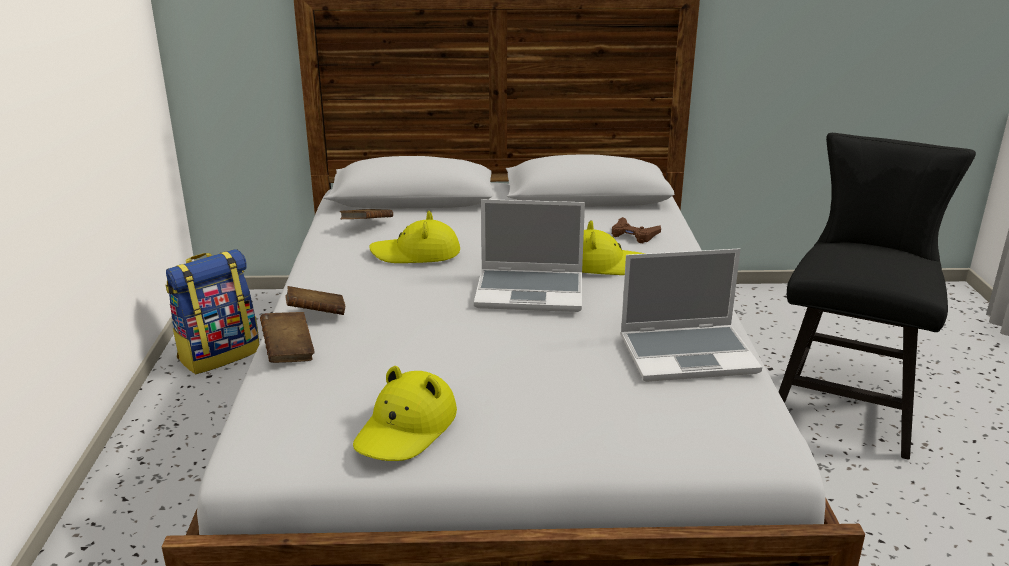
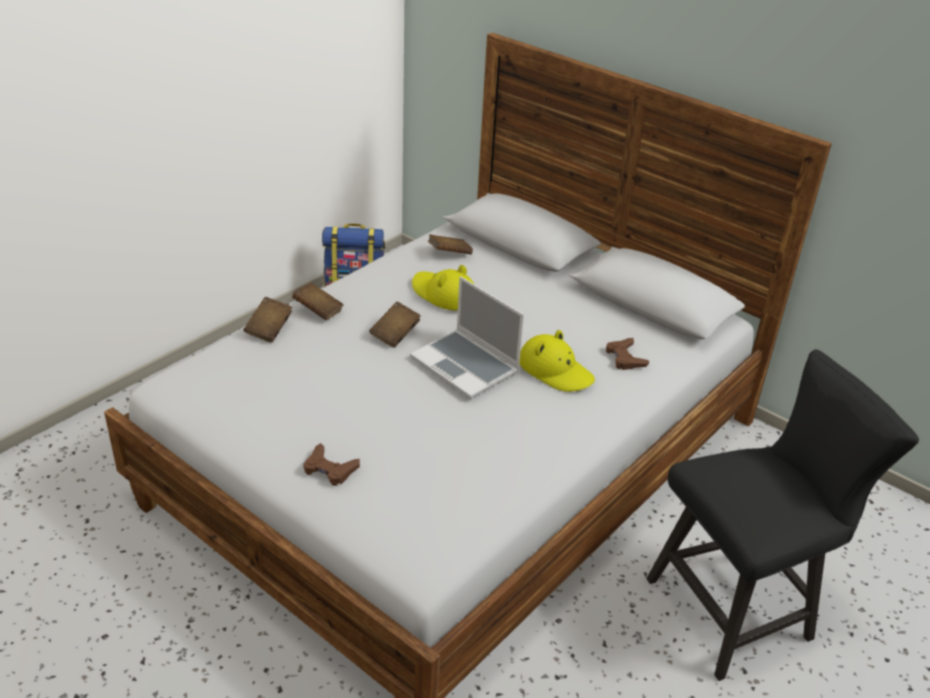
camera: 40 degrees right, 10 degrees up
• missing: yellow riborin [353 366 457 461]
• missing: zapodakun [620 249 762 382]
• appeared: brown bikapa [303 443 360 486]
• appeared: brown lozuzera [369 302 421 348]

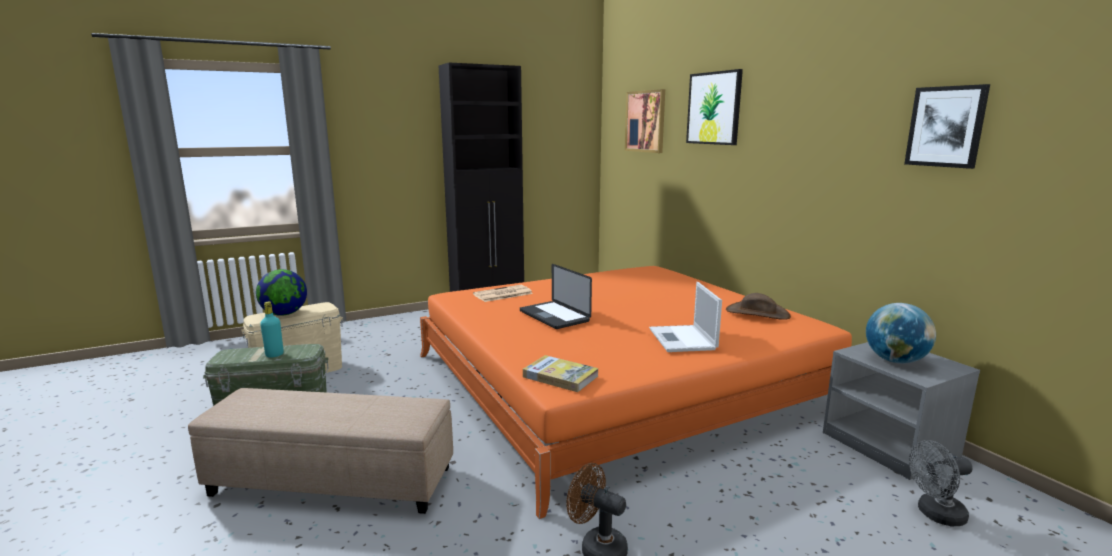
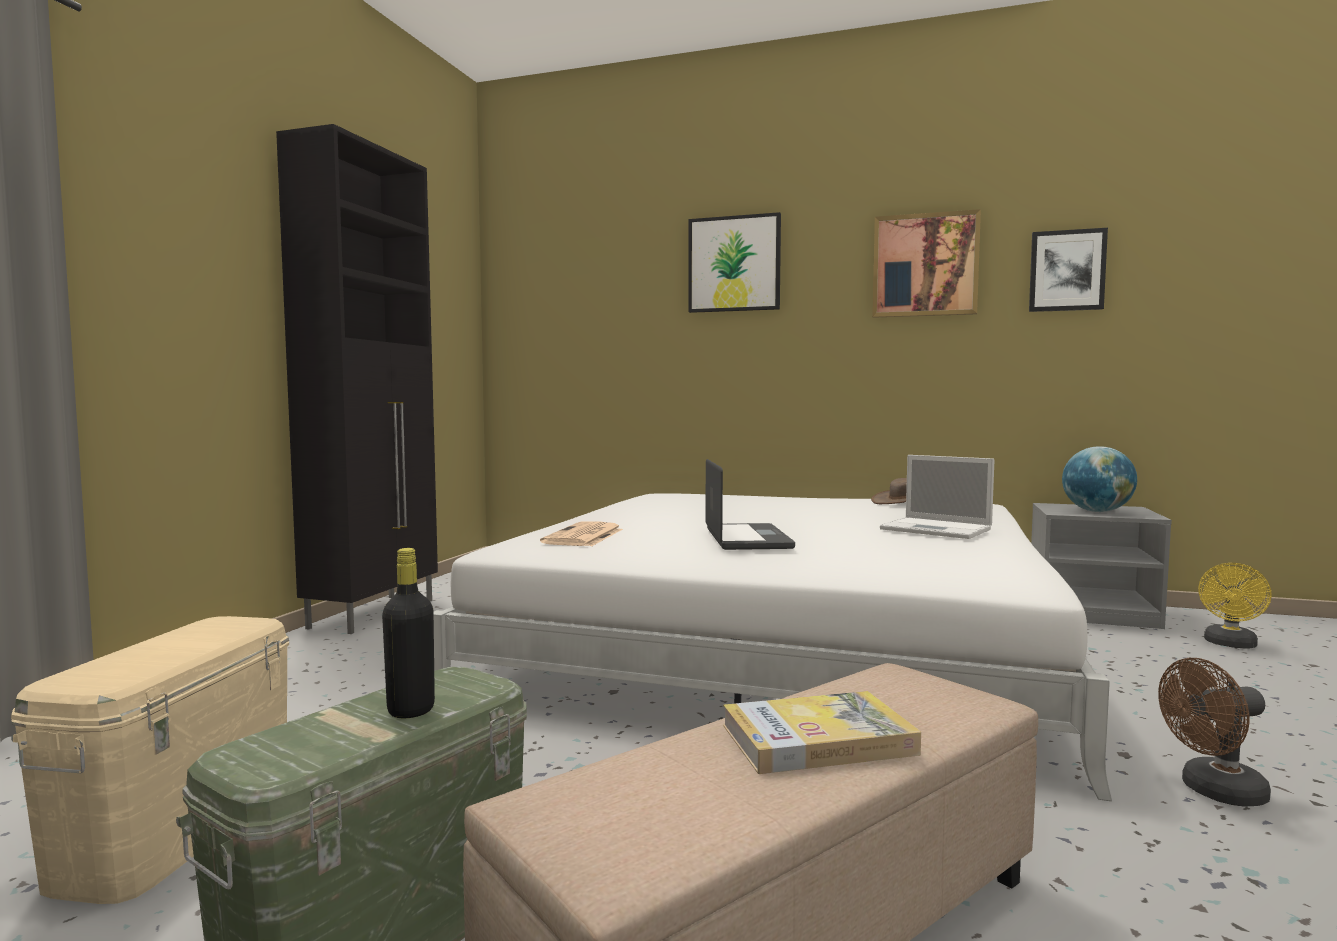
camera: 45 degrees left, 10 degrees down
• missing: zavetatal [256 269 307 316]
• relocated: lozuzera [523 355 599 392] to [723 691 921 774]
• relocated: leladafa [625 89 665 153] to [872 209 981 318]
• colour: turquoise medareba [260 302 284 358] to black medareba [382 548 435 718]
• colour: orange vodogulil [420 266 852 519] to white vodogulil [434 493 1112 801]
• colour: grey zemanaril [909 440 973 526] to yellow zemanaril [1198 563 1272 648]
• spun: zapodakun [520 264 592 329] = [705 459 795 550] 105 degrees counterclockwise

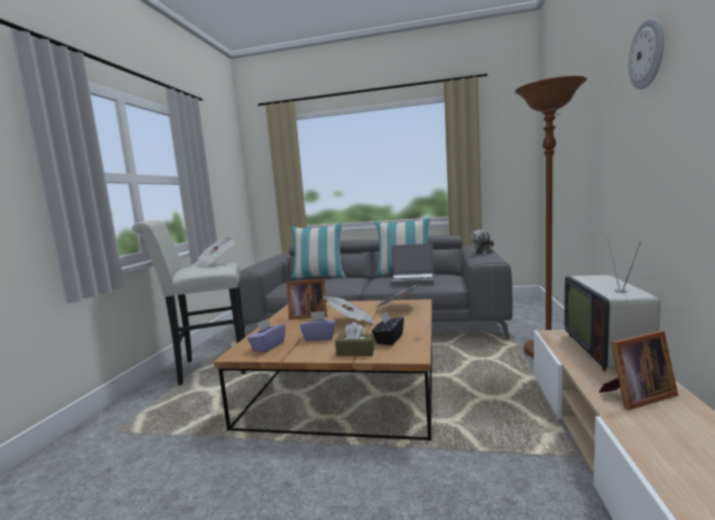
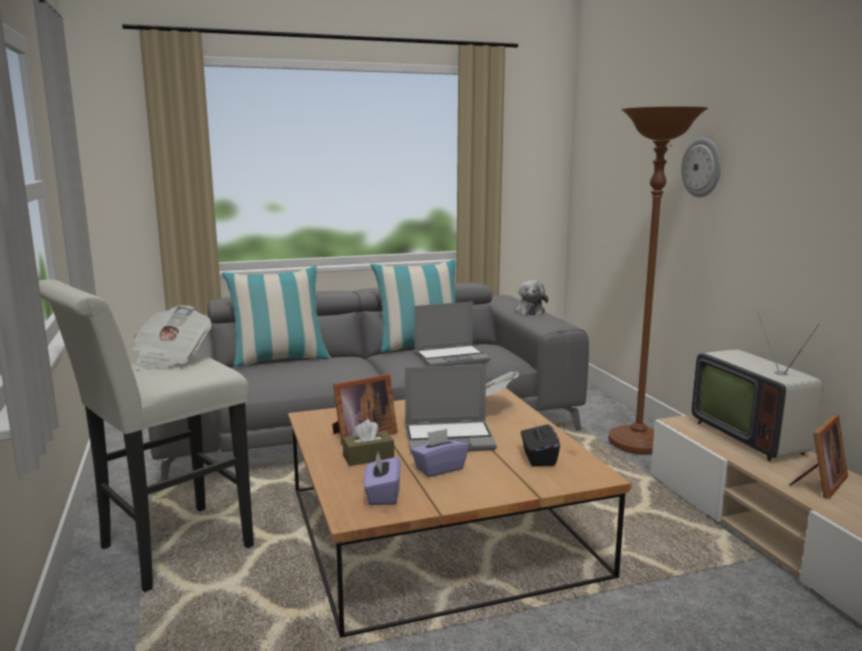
camera: 30 degrees left, 5 degrees up
• relocated: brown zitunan [335 322 375 356] to [343 419 394 466]
• relocated: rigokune [629 18 664 89] to [681 137 721 197]
• exchanged: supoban [323 296 376 323] to zapodakun [405 365 497 452]

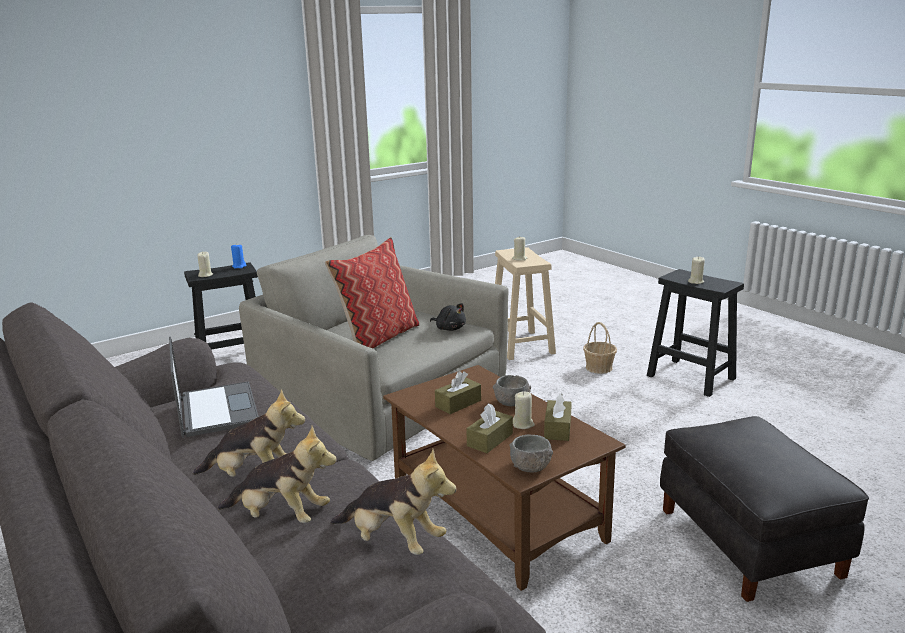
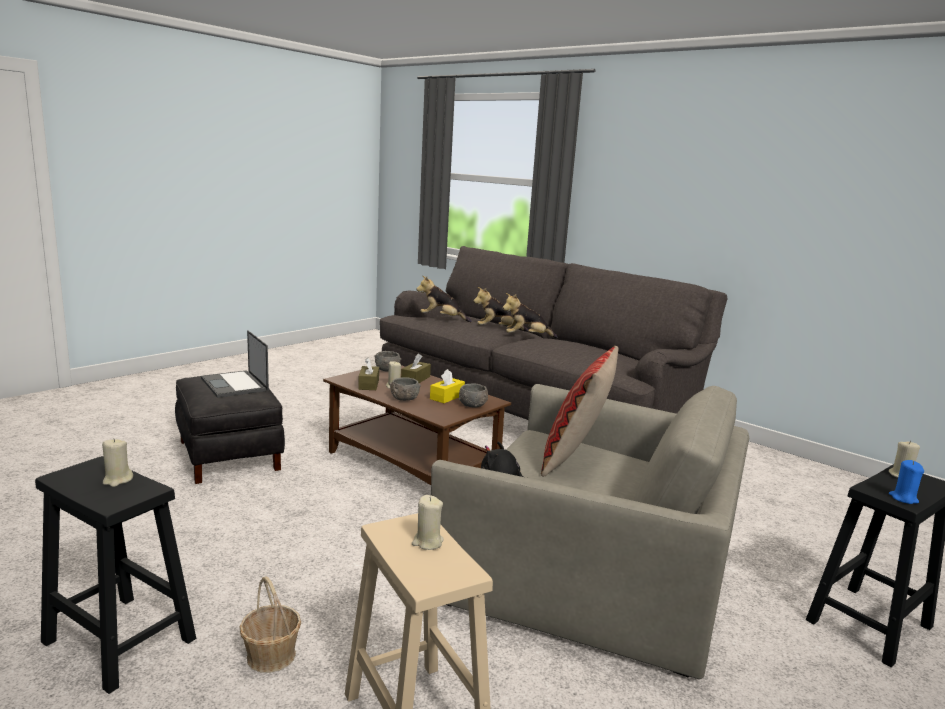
camera: 165 degrees right, 5 degrees down
• appeared: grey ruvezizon [459 384 488 408]
• relocated: zapodakun [169 337 259 438] to [201 330 269 398]
• colour: brown zitunan [435 371 481 414] to yellow zitunan [430 369 465 403]

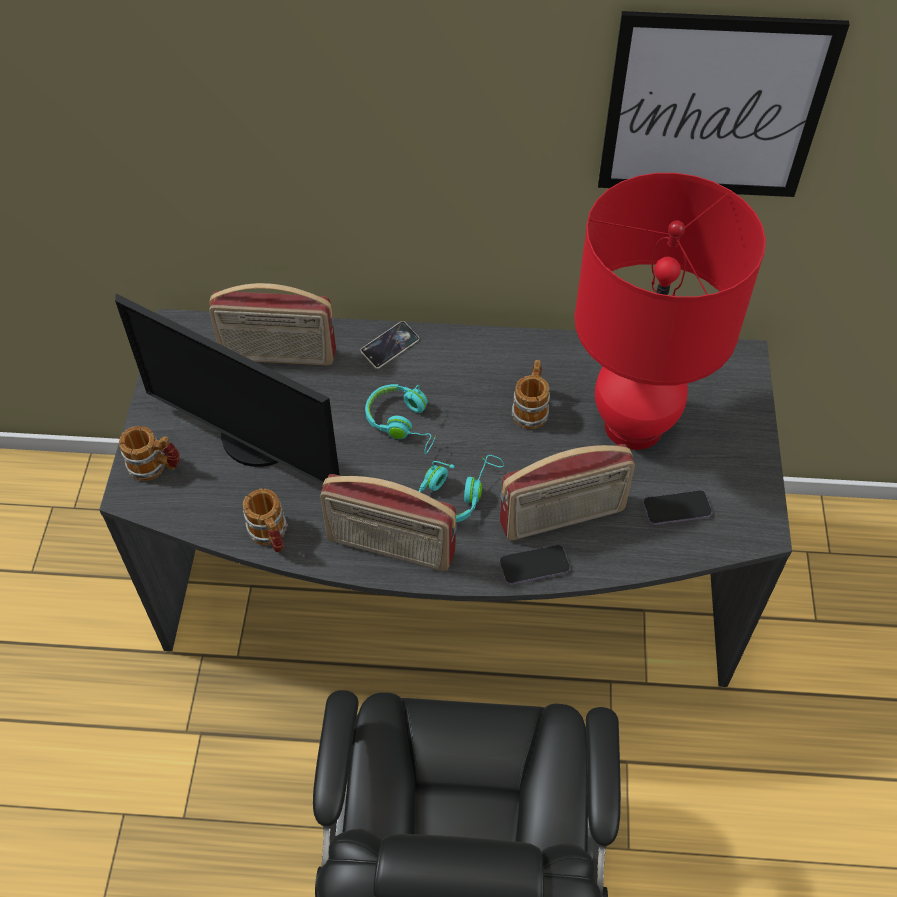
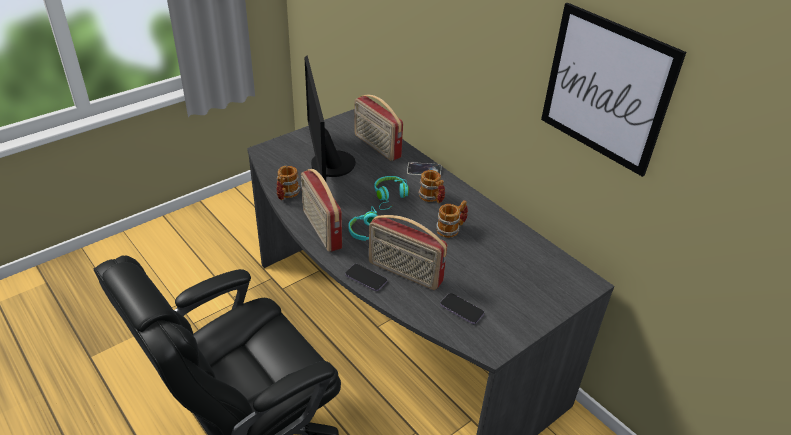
camera: 45 degrees right, 15 degrees down
• missing: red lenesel [574 173 766 450]
• relocated: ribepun [119 426 180 481] to [418 170 445 204]

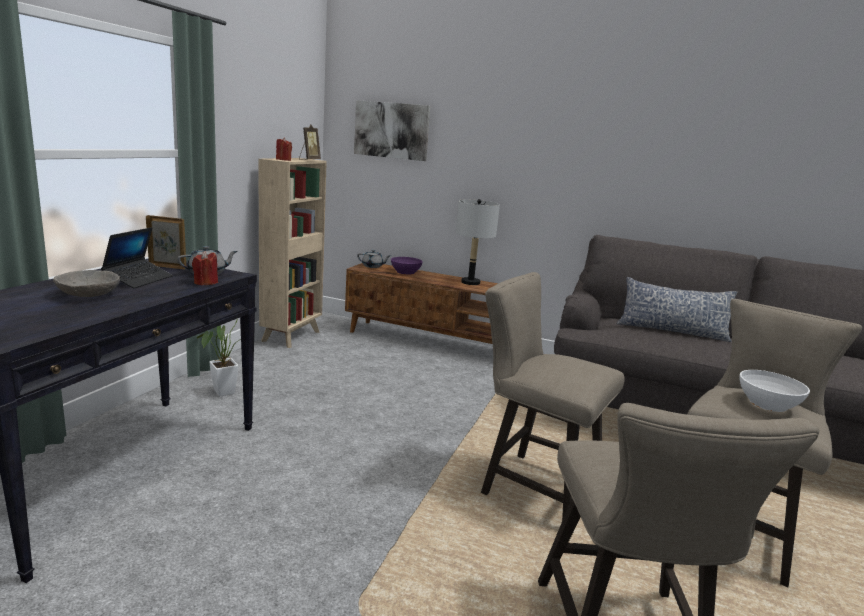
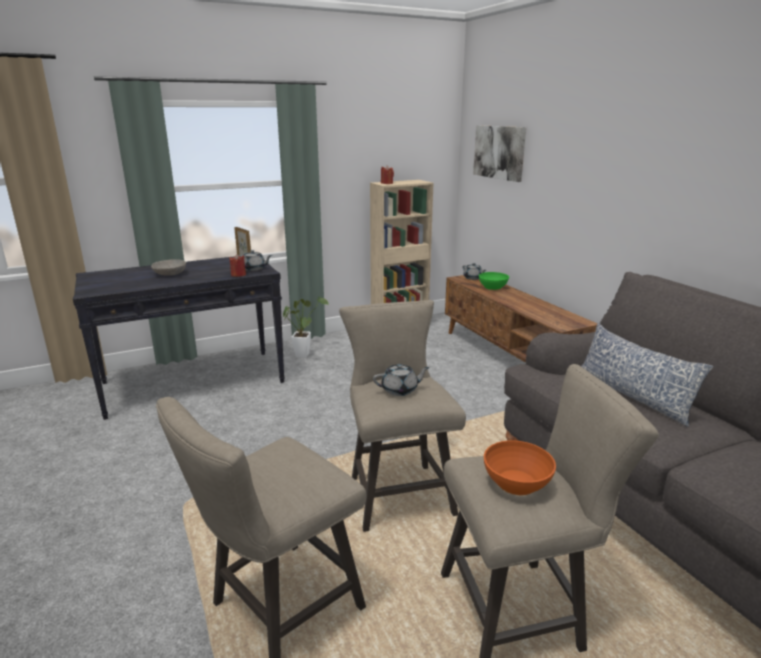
camera: 45 degrees right, 5 degrees up
• missing: zapodakun [101 227 173 288]
• missing: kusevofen [299 125 321 160]
• missing: grey lenesel [456 199 500 285]
• appeared: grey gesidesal [373 364 430 396]
• colour: purple ruvezizon [391 257 423 275] to green ruvezizon [479 272 509 290]
• colour: white ruvezizon [739 370 810 412] to orange ruvezizon [484 440 556 495]

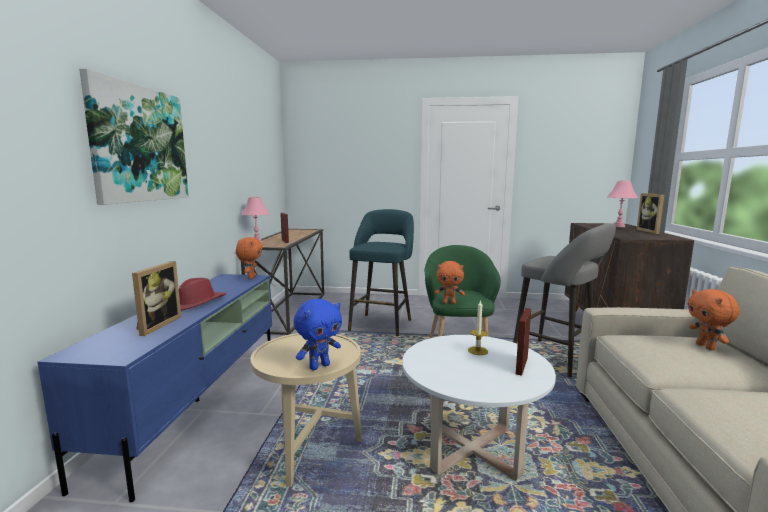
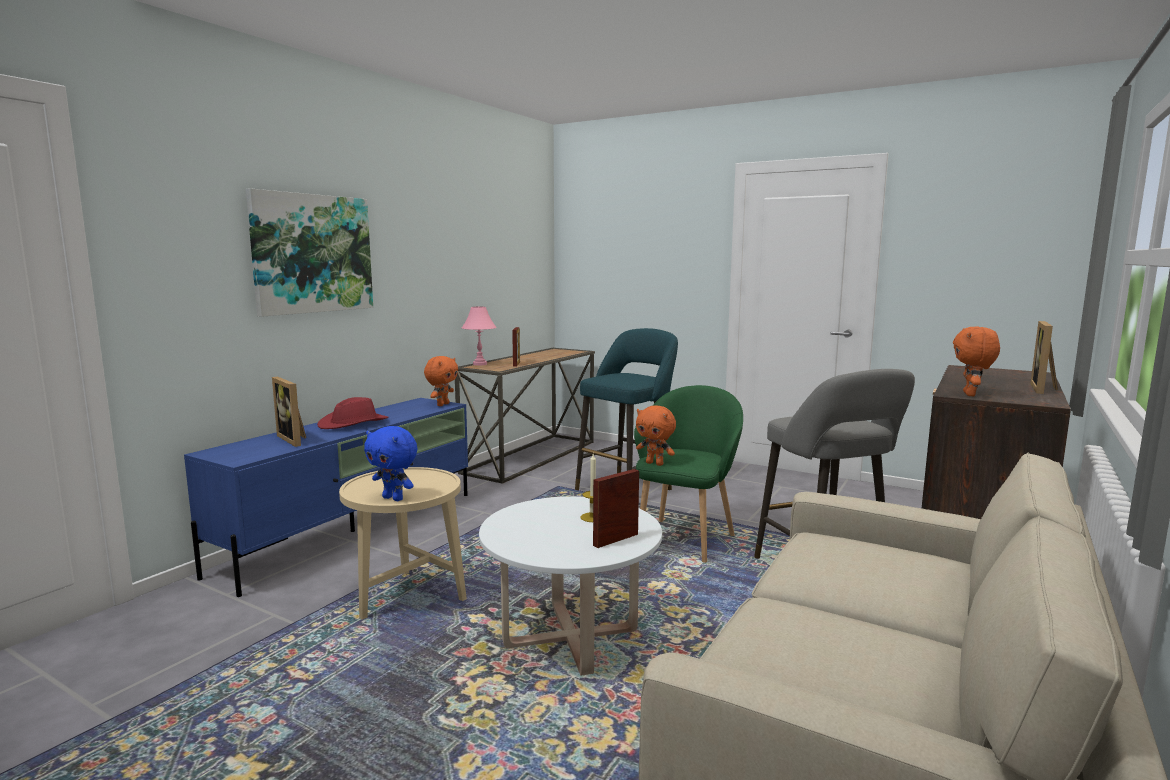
camera: 25 degrees right, 0 degrees up
• missing: pink lenesel [607 181 638 227]
• relocated: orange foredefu [687 289 740 350] to [953 327 1000 396]
• spun: kusevofen [132 261 181 336] = [272 377 306 447] 105 degrees clockwise
• spun: blue foredefu [294 299 342 370] = [364 426 417 501] 45 degrees clockwise

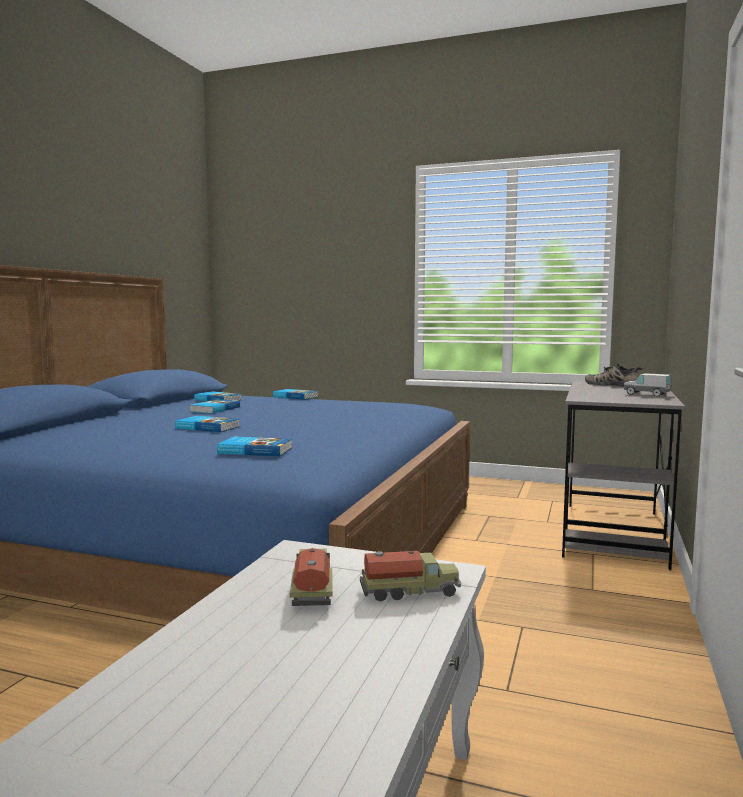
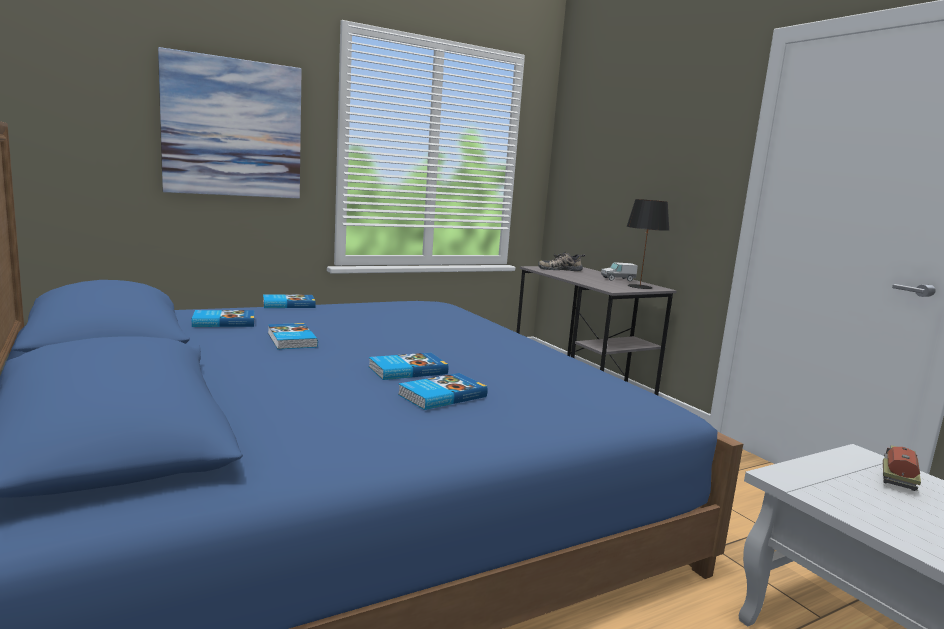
camera: 50 degrees left, 5 degrees up
• missing: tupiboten [290 548 333 606]
• appeared: leladafa [158 47 302 198]
• appeared: black lenesel [627 199 669 289]
• relocated: lozuzera [217 437 292 456] to [398 373 488 410]

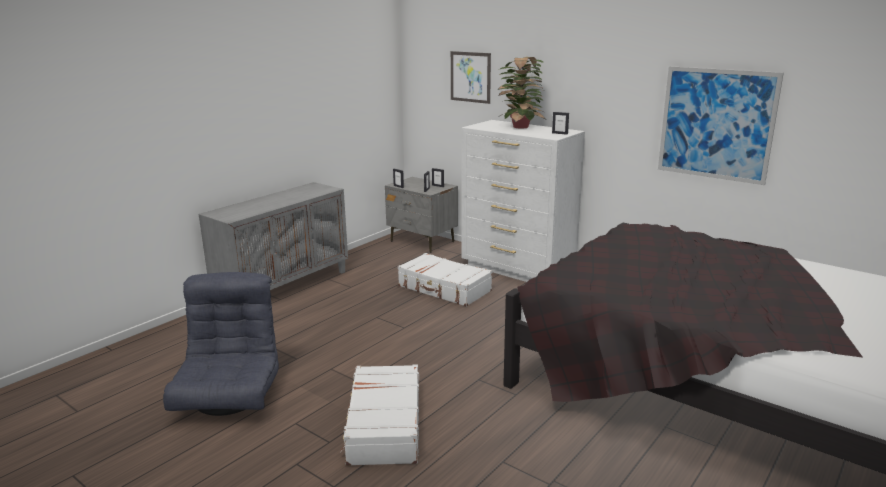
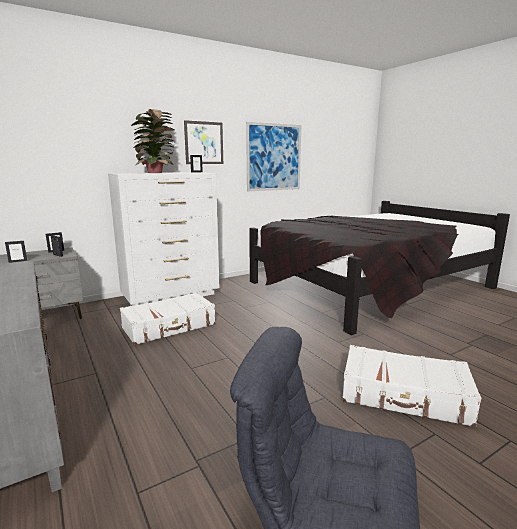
camera: 70 degrees left, 5 degrees down
• relocated: leladafa [451 51 491 104] to [184 120 223 164]

